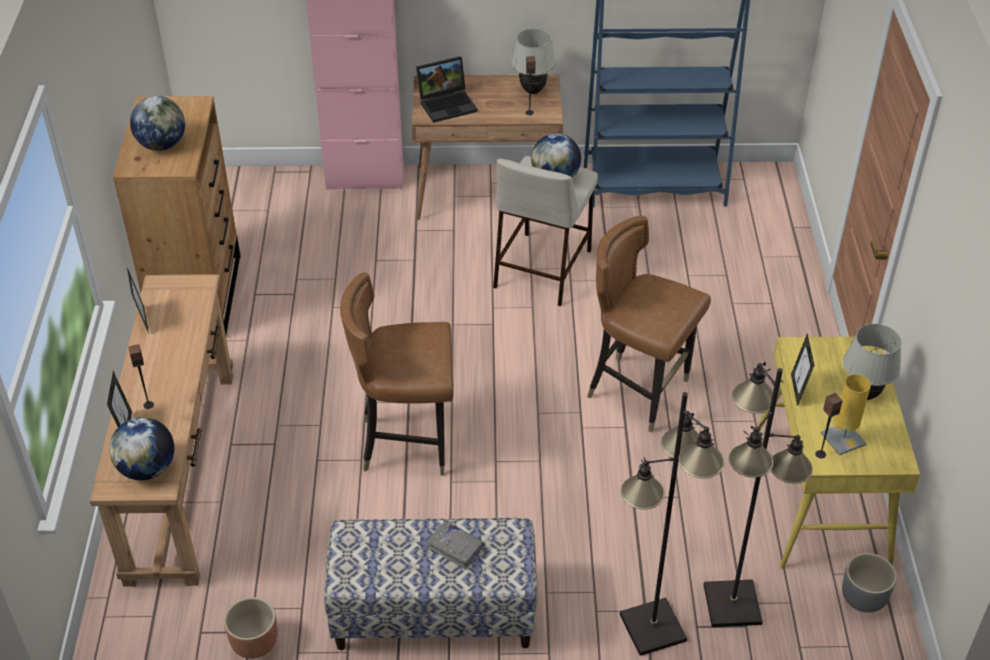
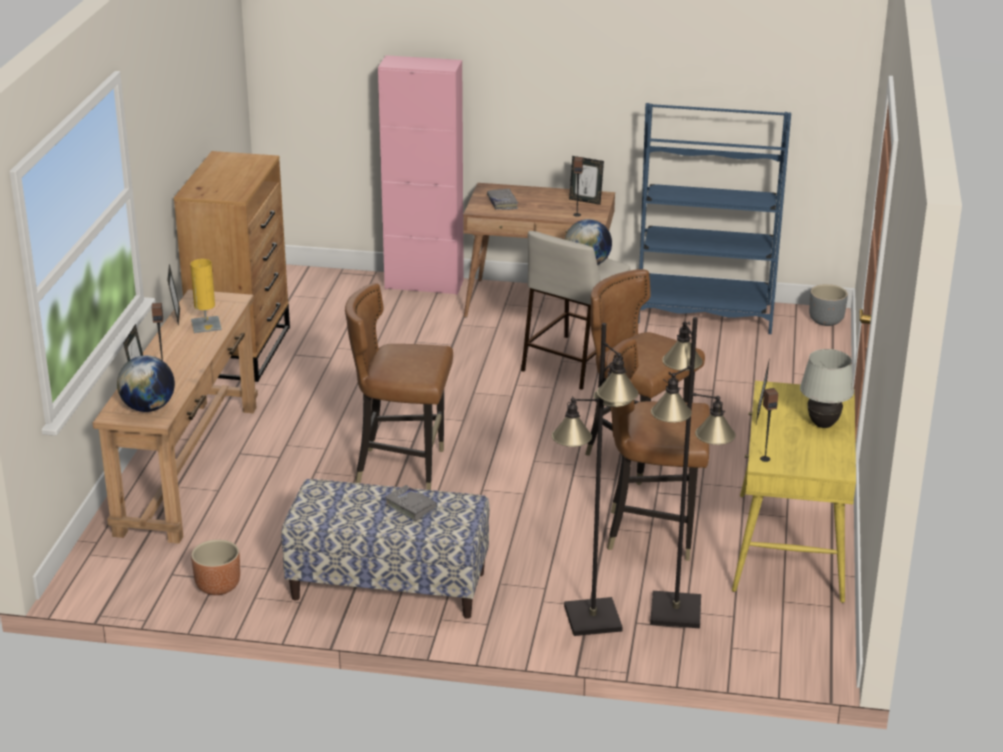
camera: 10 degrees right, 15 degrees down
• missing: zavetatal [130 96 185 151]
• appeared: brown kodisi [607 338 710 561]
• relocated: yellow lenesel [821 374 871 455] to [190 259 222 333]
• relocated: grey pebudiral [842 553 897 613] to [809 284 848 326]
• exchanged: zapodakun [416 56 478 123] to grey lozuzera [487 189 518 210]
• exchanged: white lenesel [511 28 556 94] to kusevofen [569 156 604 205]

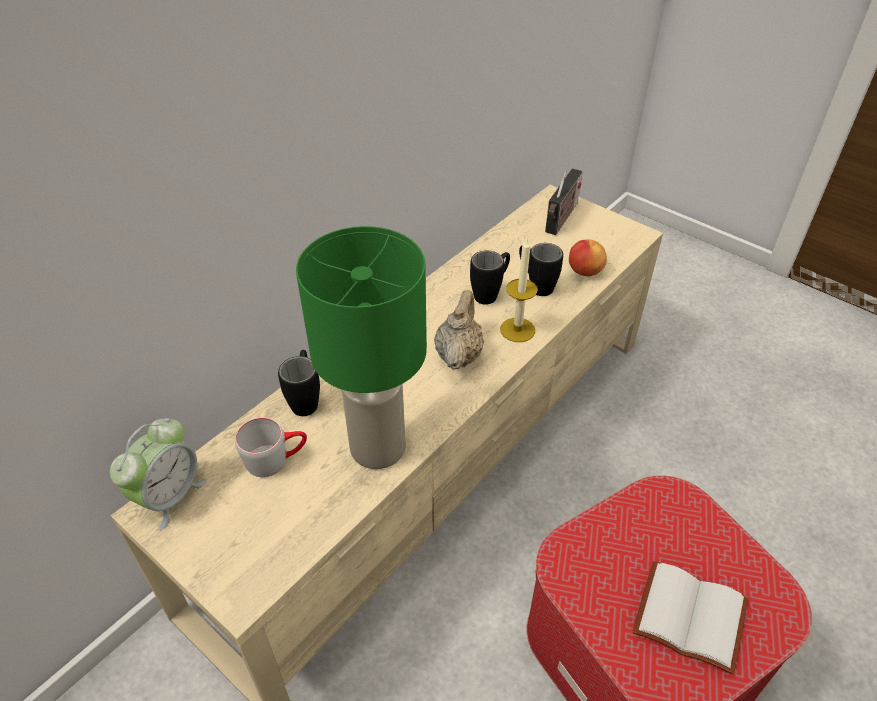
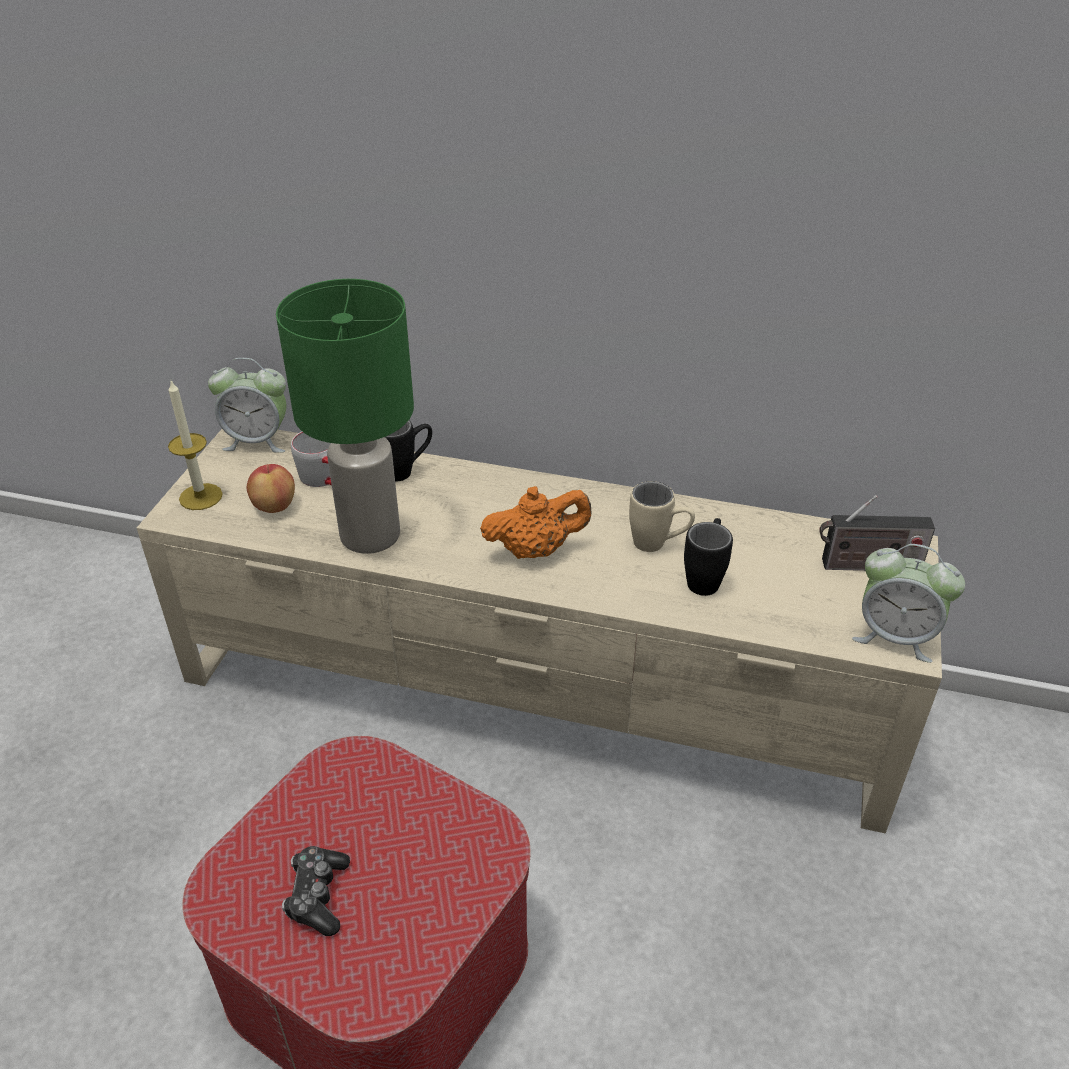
camera: 65 degrees right, 5 degrees down
• appeared: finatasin [852 544 965 663]
• relocated: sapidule [500 239 538 342] to [168 381 223 510]
• relocated: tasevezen [569 239 607 276] to [247 464 295 513]
• exchanged: white lozuzera [633 561 748 675] to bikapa [282 846 350 936]
• colour: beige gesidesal [434 290 484 370] to orange gesidesal [480 486 591 559]
• colour: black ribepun [470 251 510 304] to beige ribepun [629 481 695 552]

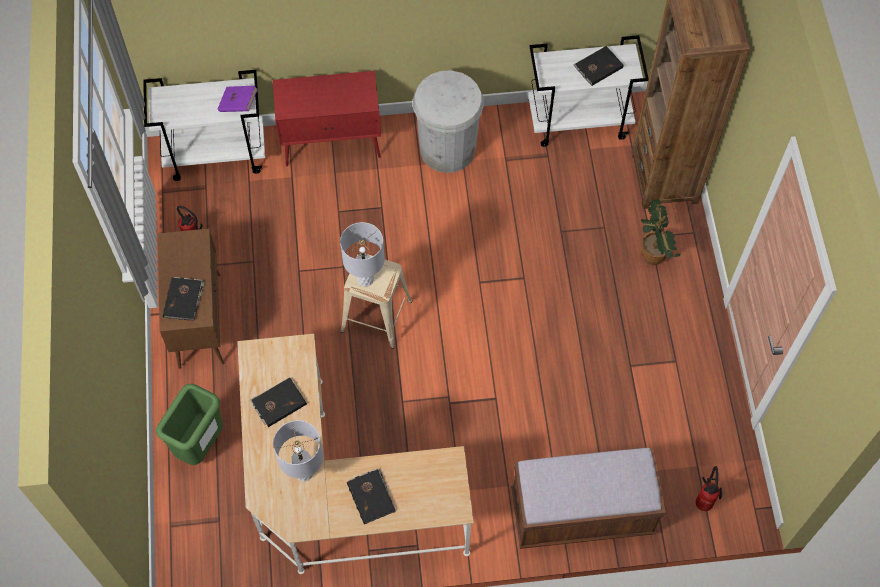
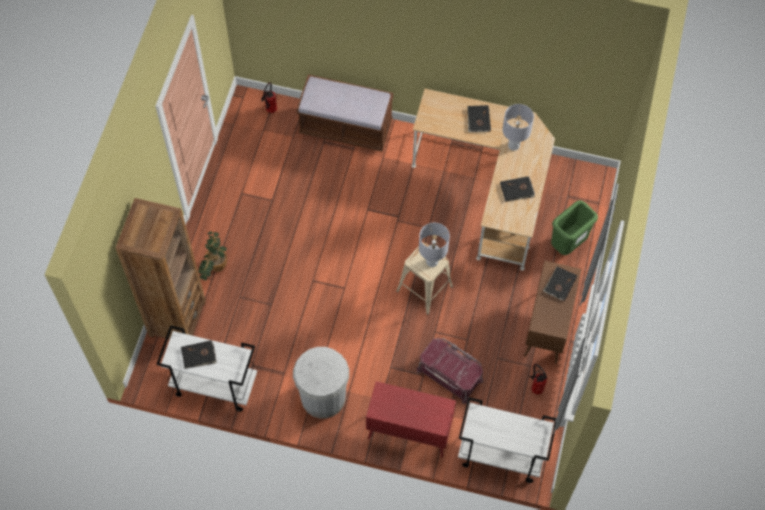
camera: 160 degrees left, 0 degrees up
• missing: purple lozuzera [218 86 258 112]
• appeared: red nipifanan [416 338 484 404]

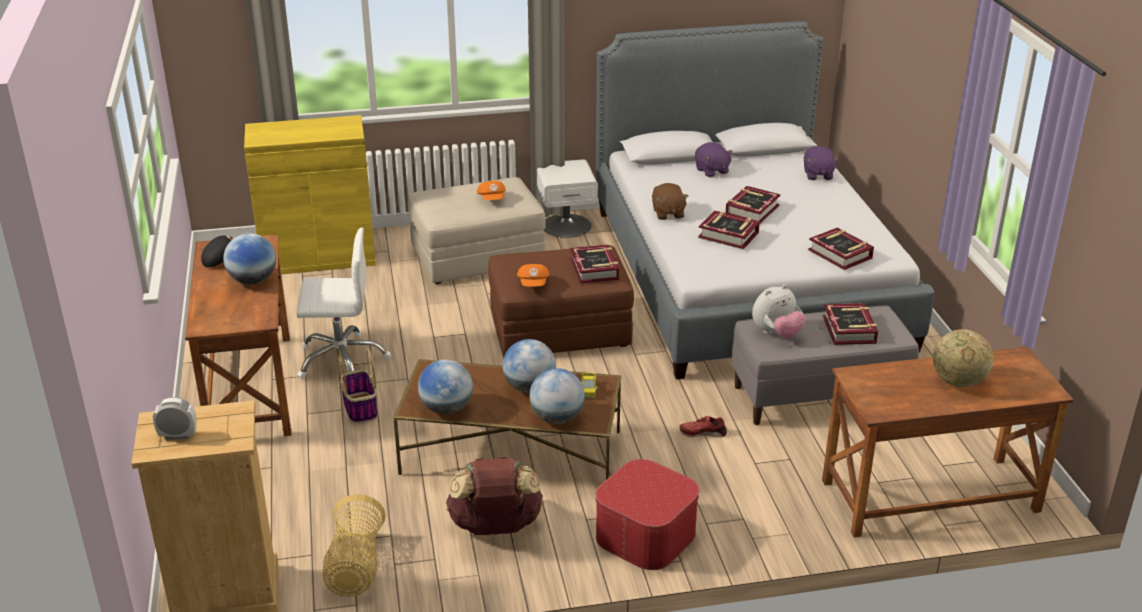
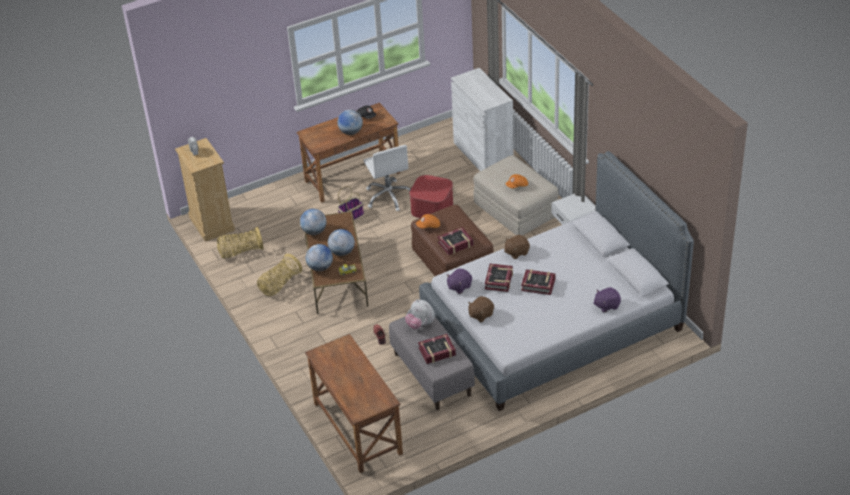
camera: 75 degrees right, 10 degrees up
• missing: lozuzera [808 228 874 270]
• missing: zavetatal [933 329 993 387]
• appeared: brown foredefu [468 296 494 323]
• relocated: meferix [595 459 700 570] to [409 175 453 218]
• relocated: purple foredefu [695 142 733 177] to [447 268 472 294]
• exchanged: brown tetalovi [446 456 543 535] to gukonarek [257 254 302 296]
• colour: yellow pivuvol [244 115 376 274] to white pivuvol [451 68 514 171]

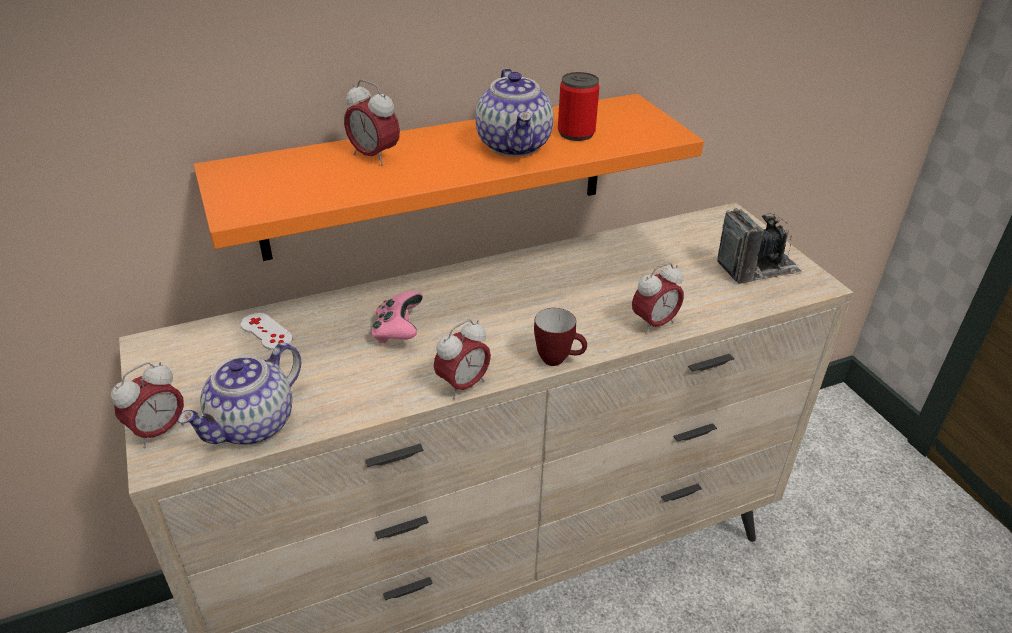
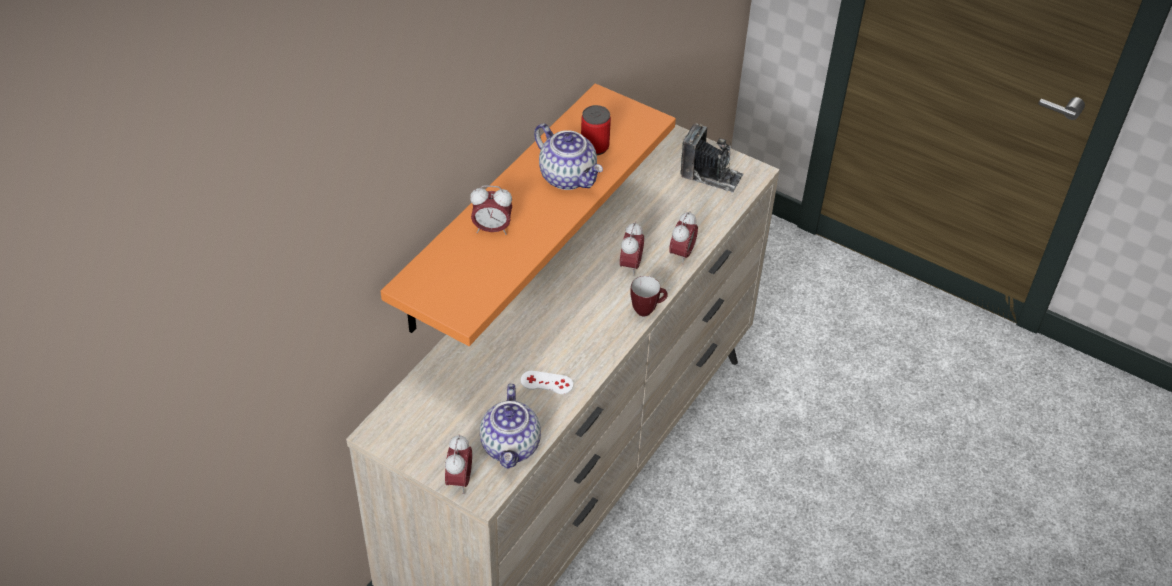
camera: 35 degrees left, 10 degrees up
• missing: pink bikapa [371 291 423 343]
• relocated: white bikapa [241 313 293 350] to [521 371 573 394]
• relocated: finatasin [434 319 491 399] to [620 222 644 276]
• spun: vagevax [717 208 802 284] = [681 123 743 193] 75 degrees clockwise

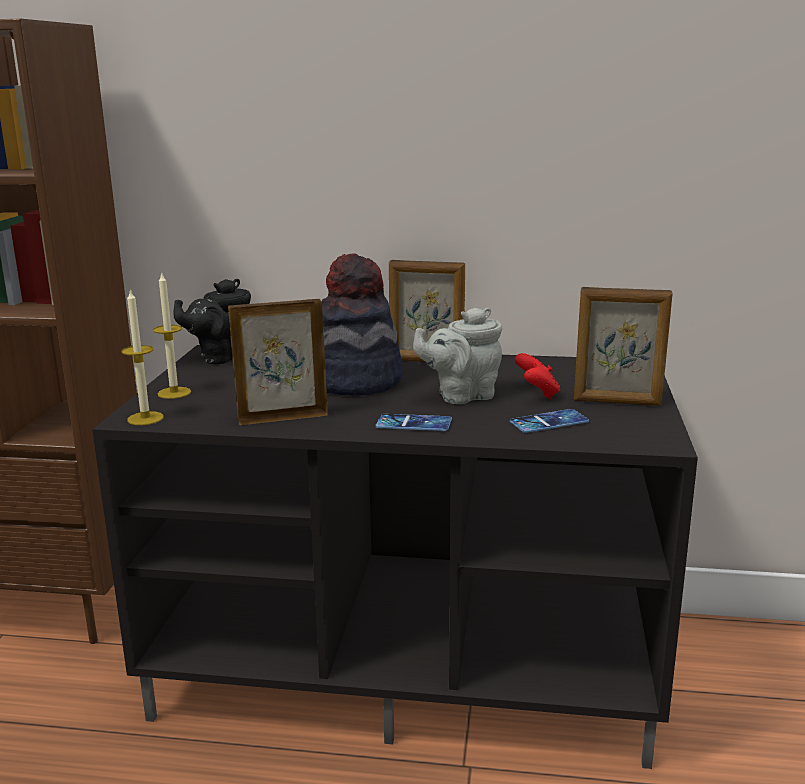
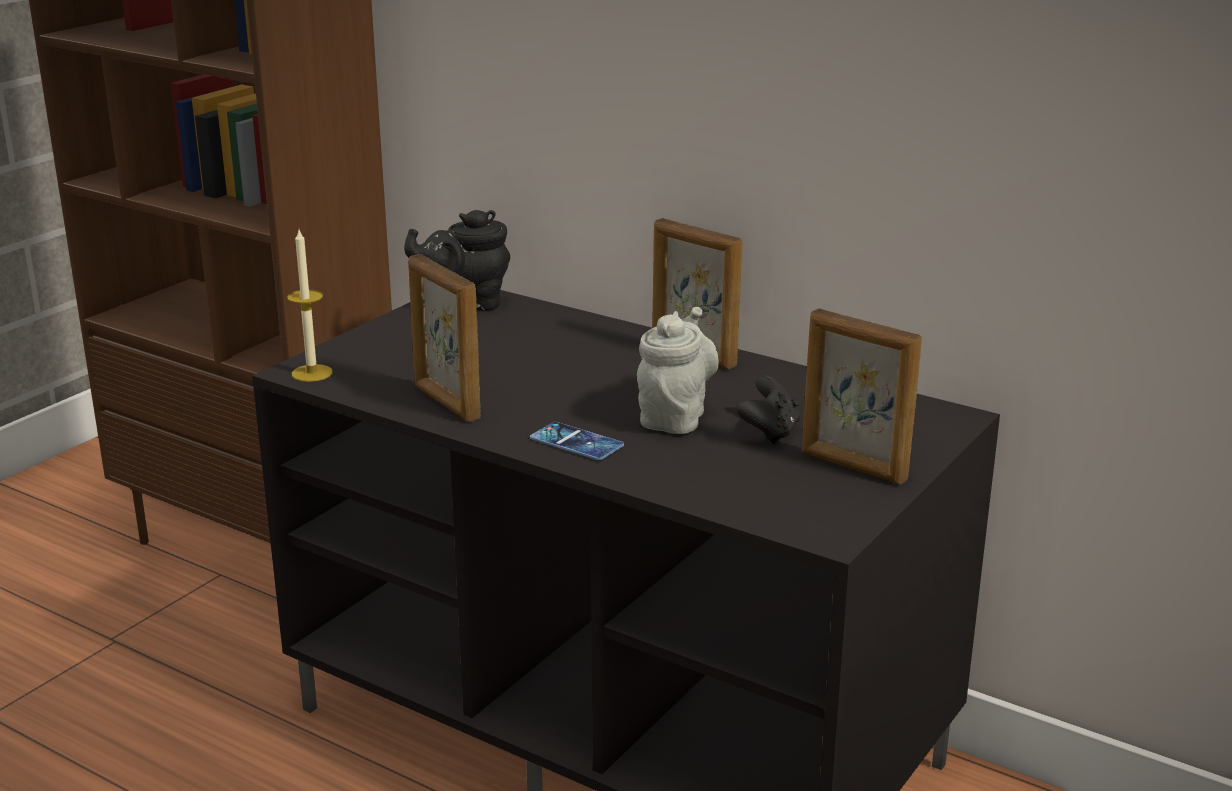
camera: 25 degrees right, 5 degrees up
• missing: sapidule [153 272 191 399]
• missing: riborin [322 253 403 396]
• missing: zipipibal [510 409 589 433]
• colour: red bikapa [515 353 560 399] to black bikapa [736 375 800 444]
• spun: kusevofen [228 299 328 425] = [408 254 481 422] 135 degrees counterclockwise
• spun: grey gesidesal [413 308 502 404] = [637 307 719 434] 105 degrees clockwise

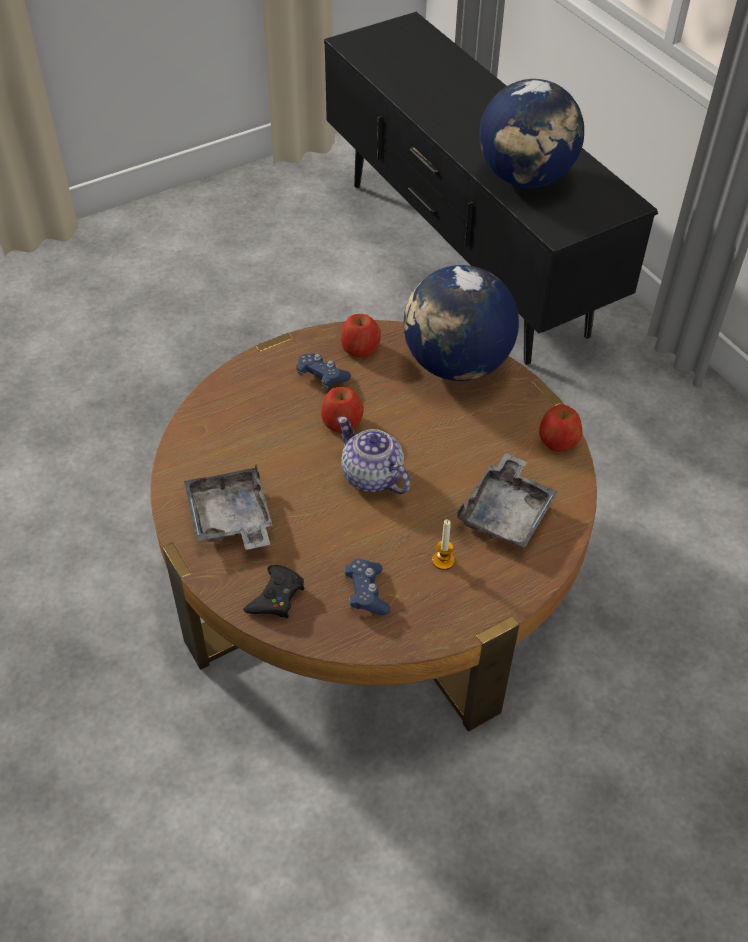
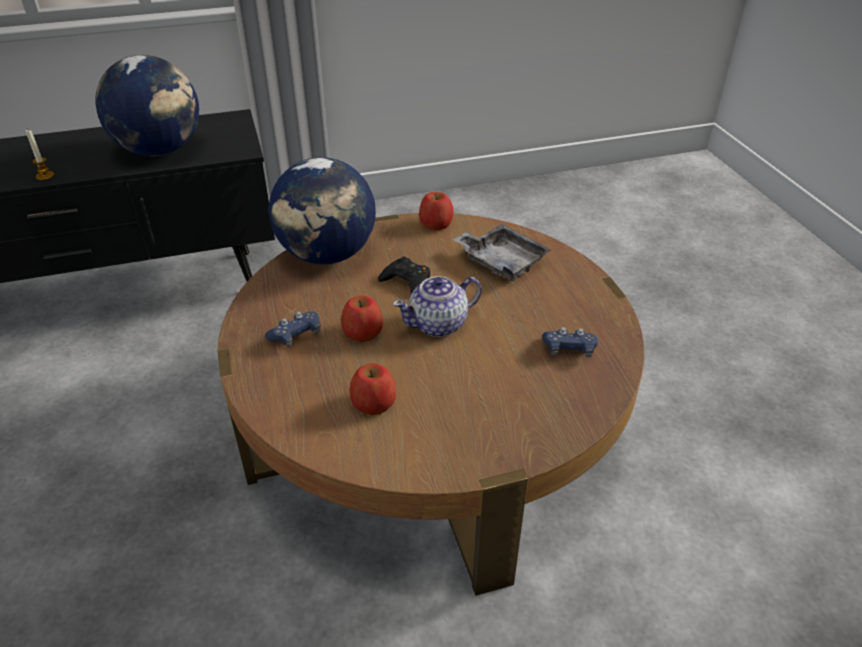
camera: 75 degrees left, 10 degrees down
• missing: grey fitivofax [184 463 273 550]
• relocated: black bikapa [243 565 304 618] to [378 257 430 294]
• relocated: tasevezen [341 314 381 358] to [349 363 396 415]
• relocated: sapidule [432 519 455 570] to [26 130 54 180]

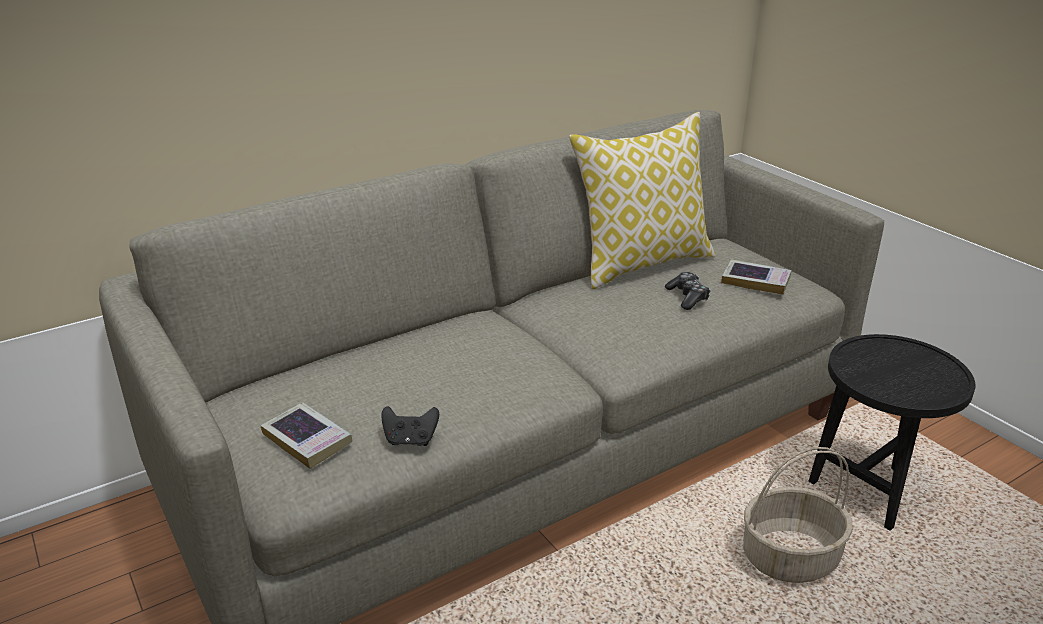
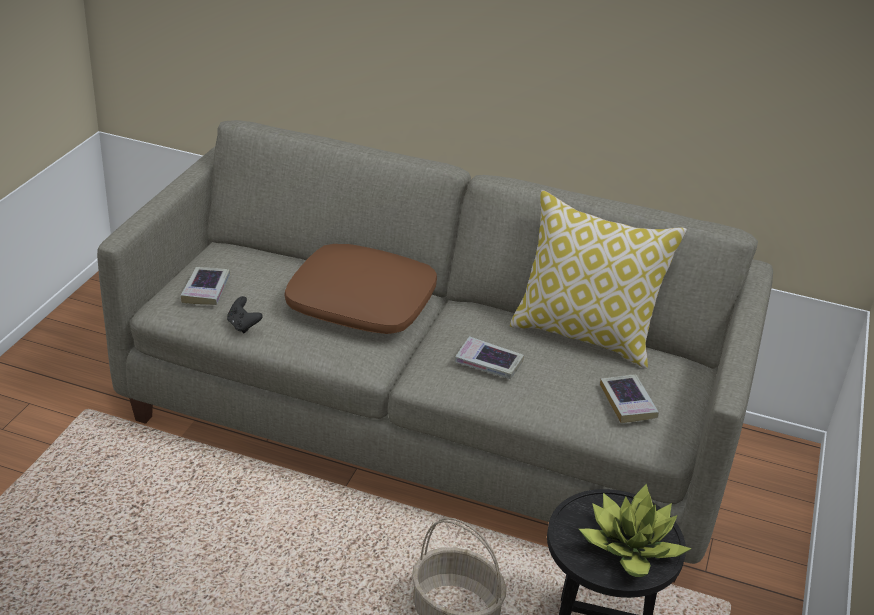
camera: 50 degrees right, 5 degrees up
• missing: bikapa [665 272 711 310]
• appeared: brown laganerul [285 244 437 334]
• appeared: lozuzera [455 336 524 379]
• appeared: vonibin [579 483 692 577]

